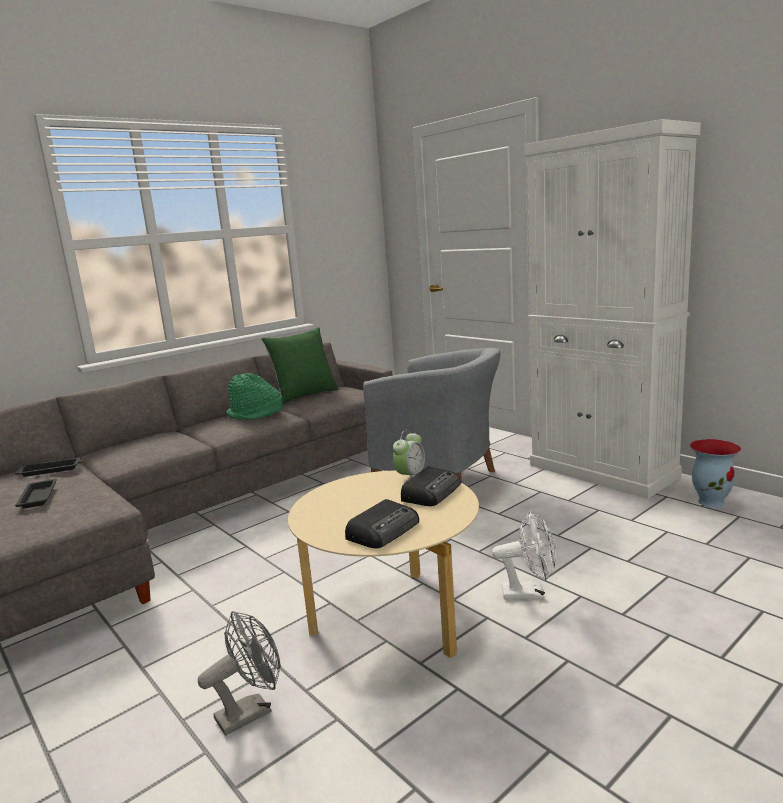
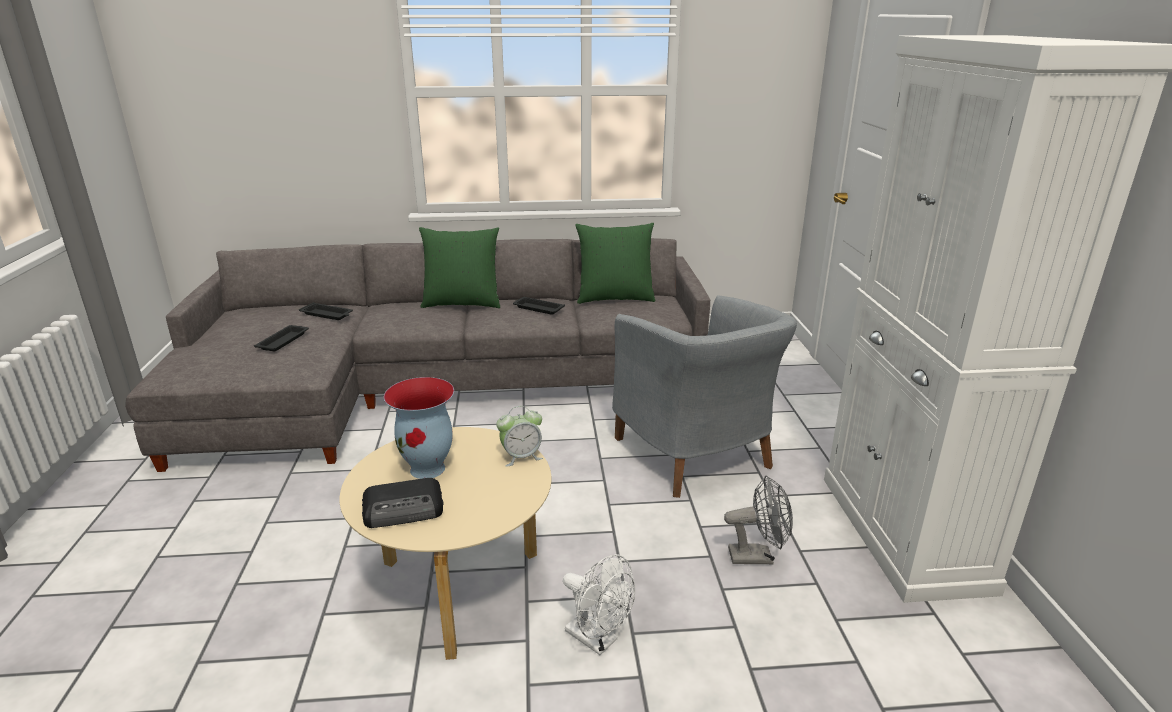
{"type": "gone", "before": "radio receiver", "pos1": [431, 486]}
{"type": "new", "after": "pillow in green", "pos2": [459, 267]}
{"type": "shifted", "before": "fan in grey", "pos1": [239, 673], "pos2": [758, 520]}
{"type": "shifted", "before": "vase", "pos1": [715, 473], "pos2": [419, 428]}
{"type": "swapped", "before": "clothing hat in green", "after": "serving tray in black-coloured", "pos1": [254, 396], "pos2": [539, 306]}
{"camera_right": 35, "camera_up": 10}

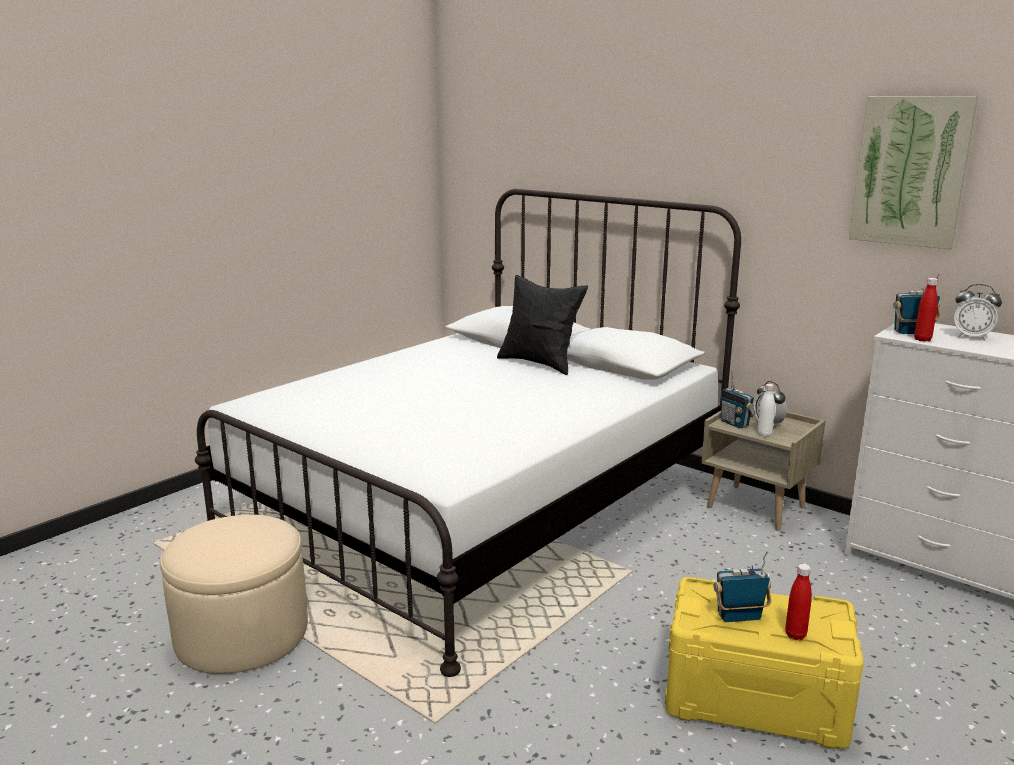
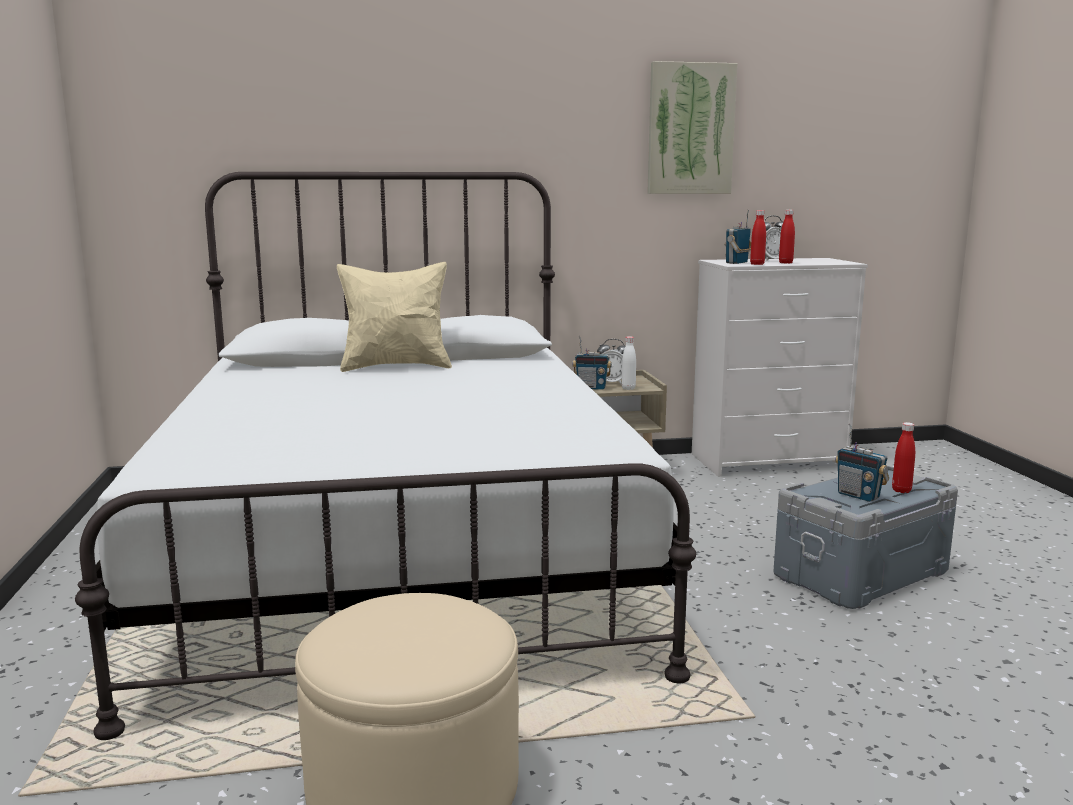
{"type": "new", "after": "beverage bottle in red-coloured", "pos2": [787, 236]}
{"type": "repainted", "before": "pillow in black-coloured", "after": "pillow in sand-coloured", "pos1": [542, 325], "pos2": [394, 317]}
{"type": "repainted", "before": "storage container in yellow-coloured", "after": "storage container in grey", "pos1": [764, 663], "pos2": [865, 537]}
{"type": "rotated", "before": "radio receiver", "pos1": [742, 586], "pos2": [862, 462], "turn": -75}
{"camera_right": -50, "camera_up": -5}

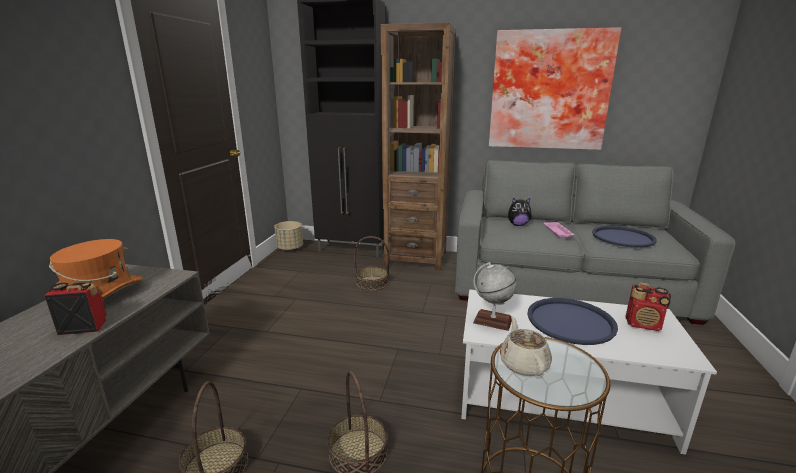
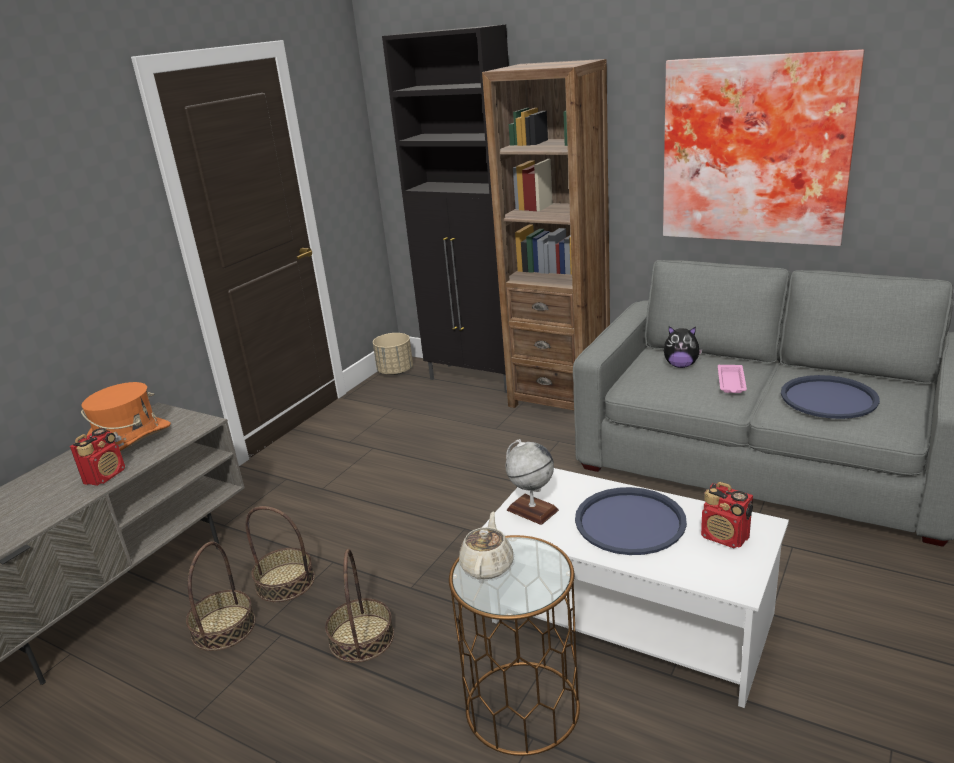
{"type": "shifted", "before": "storage basket", "pos1": [371, 263], "pos2": [280, 554]}
{"type": "rotated", "before": "radio receiver", "pos1": [75, 308], "pos2": [97, 457], "turn": 105}
{"camera_right": 20, "camera_up": 5}

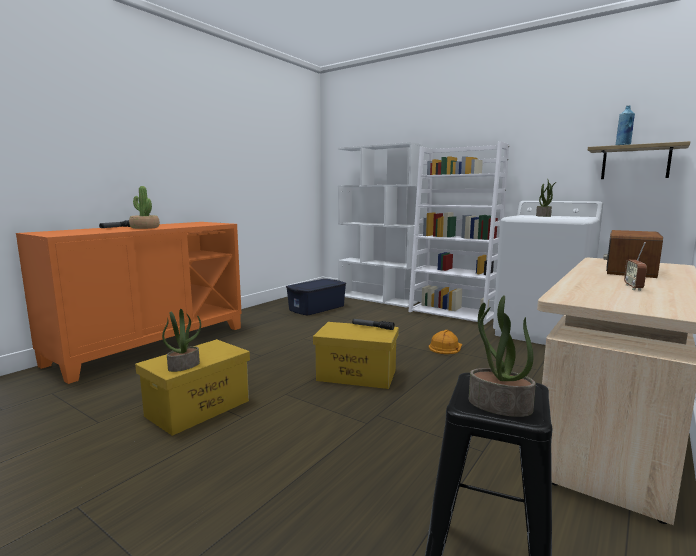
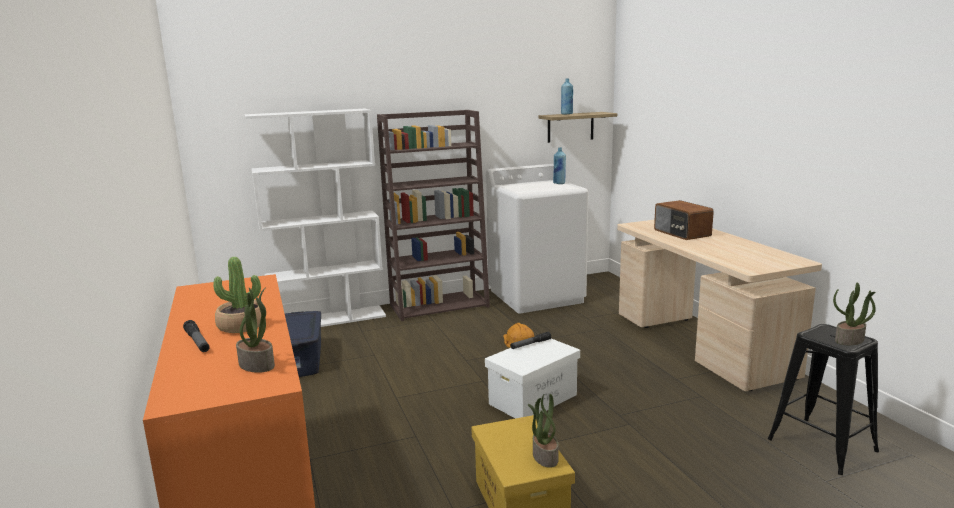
{"type": "gone", "before": "radio receiver", "pos1": [635, 266]}
{"type": "new", "after": "beverage bottle in blue", "pos2": [559, 165]}
{"type": "shifted", "before": "houseplant", "pos1": [546, 198], "pos2": [255, 330]}
{"type": "repainted", "before": "storage container in yellow-coloured", "after": "storage container in white-coloured", "pos1": [356, 355], "pos2": [532, 378]}
{"type": "repainted", "before": "bookcase in white-coloured", "after": "bookcase in brown", "pos1": [458, 233], "pos2": [433, 215]}
{"camera_right": -55, "camera_up": 5}

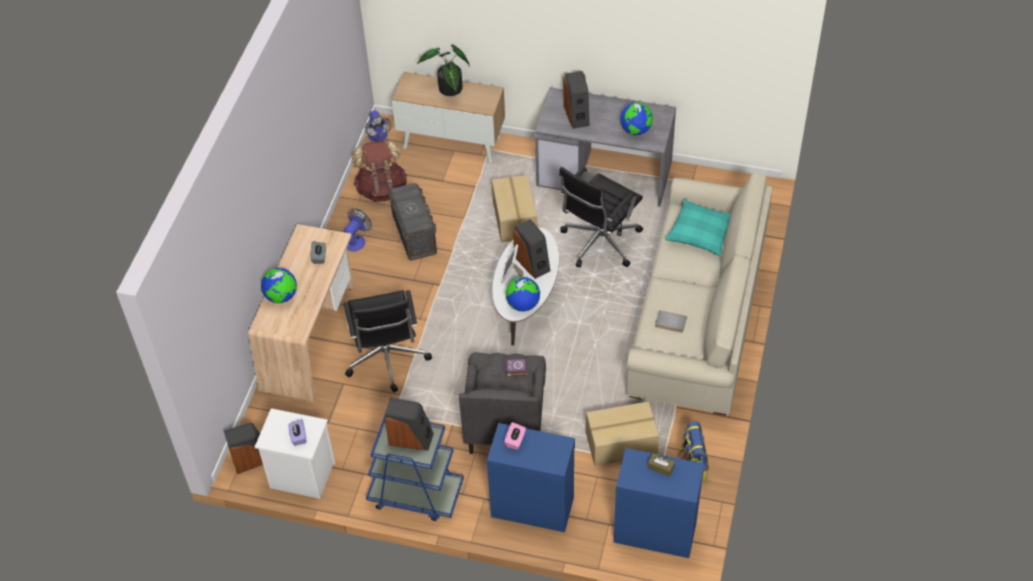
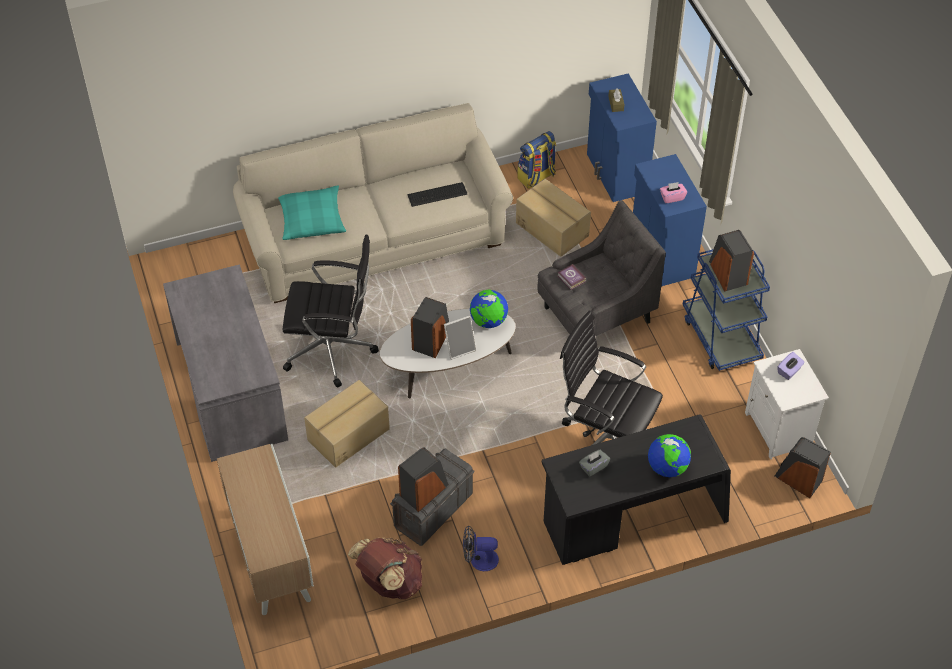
{"type": "gone", "before": "fan", "pos1": [378, 126]}
{"type": "gone", "before": "houseplant", "pos1": [443, 70]}
{"type": "gone", "before": "desk globe", "pos1": [636, 118]}
{"type": "shifted", "before": "loudspeaker", "pos1": [576, 100], "pos2": [423, 479]}
{"type": "swapped", "before": "volume in grey", "after": "PC keyboard", "pos1": [671, 321], "pos2": [437, 194]}
{"type": "repainted", "before": "desk in sand-coloured", "after": "desk in black-coloured", "pos1": [301, 313], "pos2": [636, 490]}
{"type": "rotated", "before": "office chair in black-coloured", "pos1": [387, 341], "pos2": [611, 378], "turn": -105}
{"camera_right": -125, "camera_up": 0}

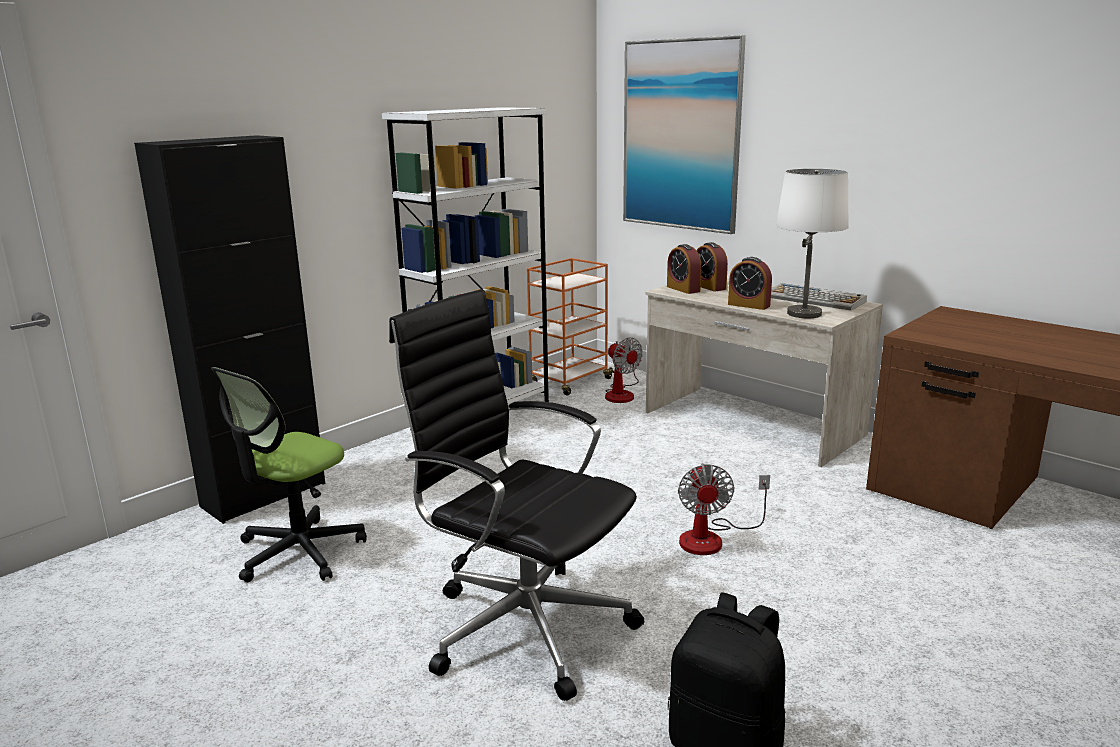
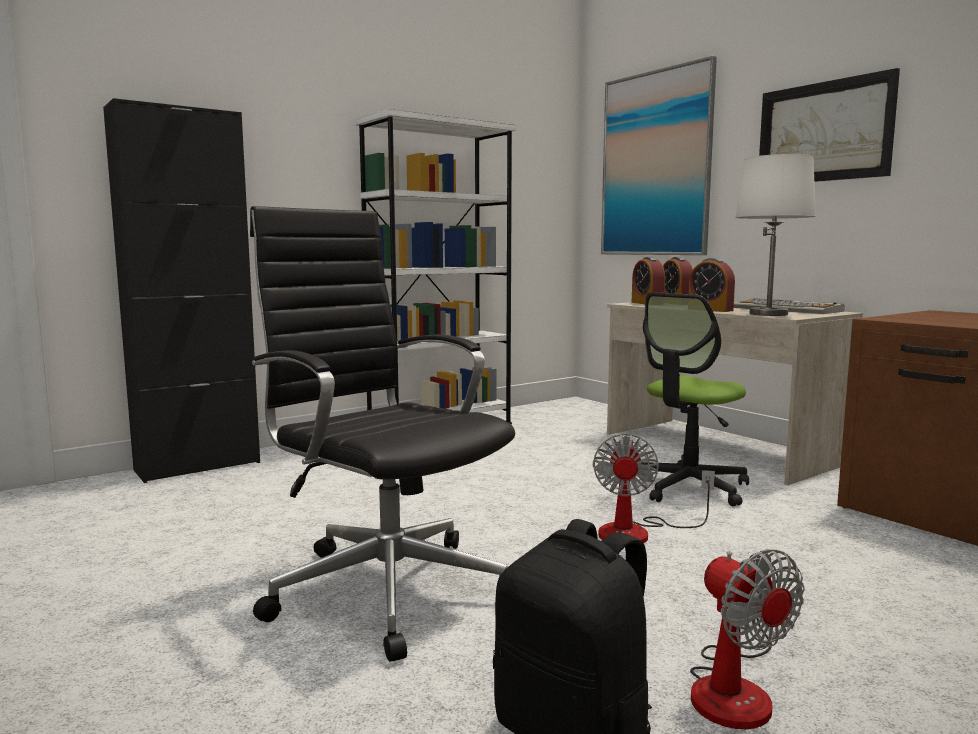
{"type": "gone", "before": "cart in orangey", "pos1": [570, 327]}
{"type": "new", "after": "wall art", "pos2": [829, 125]}
{"type": "shifted", "before": "office chair", "pos1": [289, 474], "pos2": [695, 399]}
{"type": "shifted", "before": "fan", "pos1": [624, 370], "pos2": [747, 639]}
{"camera_right": 10, "camera_up": -10}

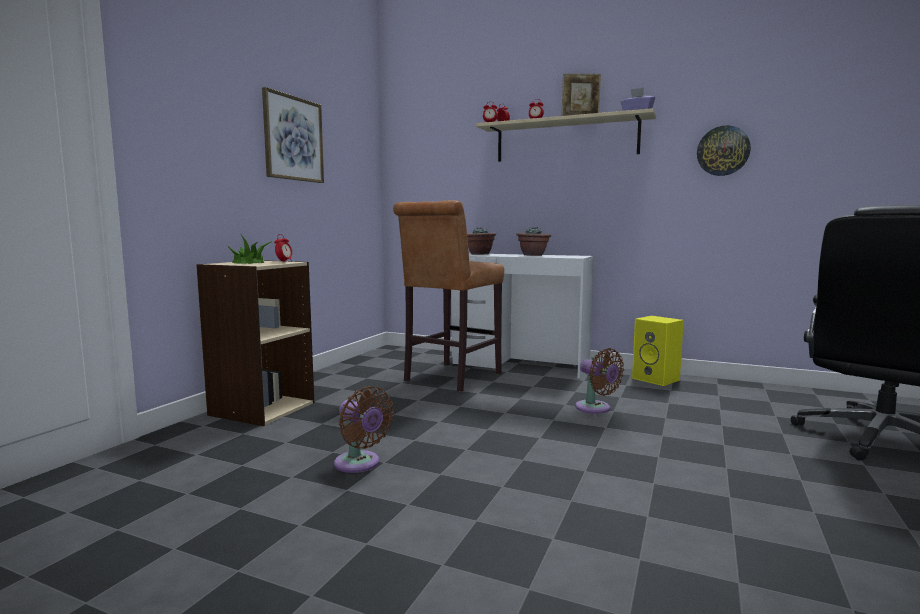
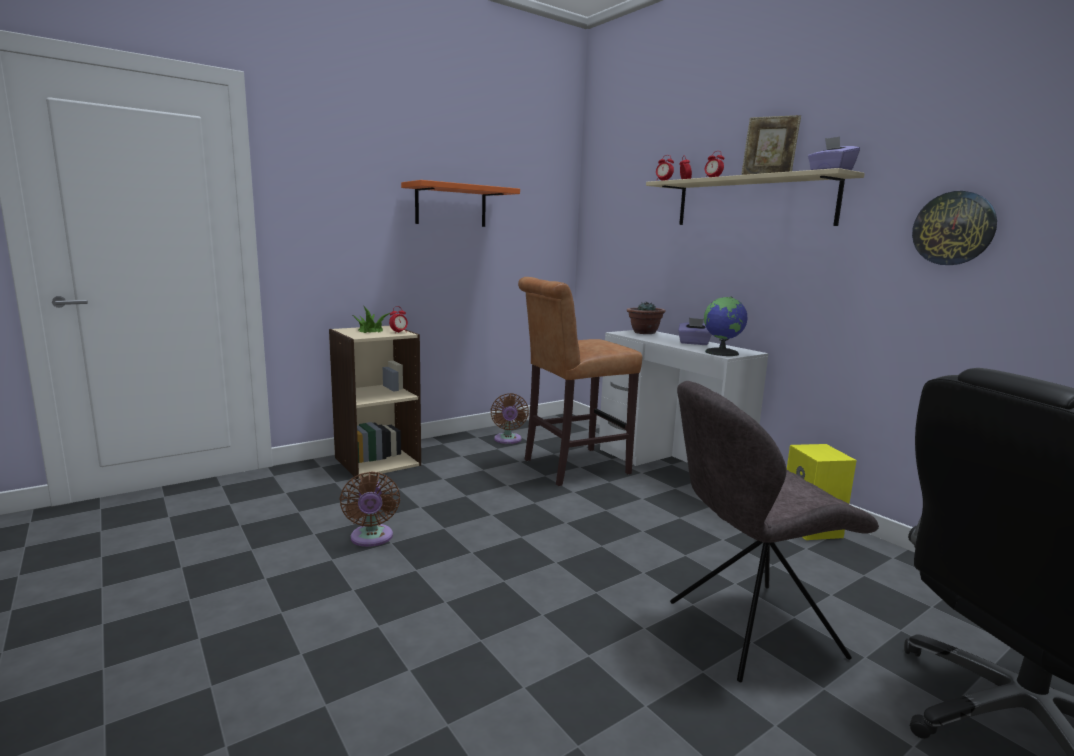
{"type": "new", "after": "chair in grey", "pos2": [774, 531]}
{"type": "new", "after": "desk globe", "pos2": [725, 326]}
{"type": "shifted", "before": "fan in brown", "pos1": [599, 381], "pos2": [509, 418]}
{"type": "swapped", "before": "wall art", "after": "wall shelf in orangey", "pos1": [293, 135], "pos2": [460, 203]}
{"type": "swapped", "before": "houseplant", "after": "box of tissues in purplish", "pos1": [533, 241], "pos2": [695, 331]}
{"camera_right": 30, "camera_up": 5}

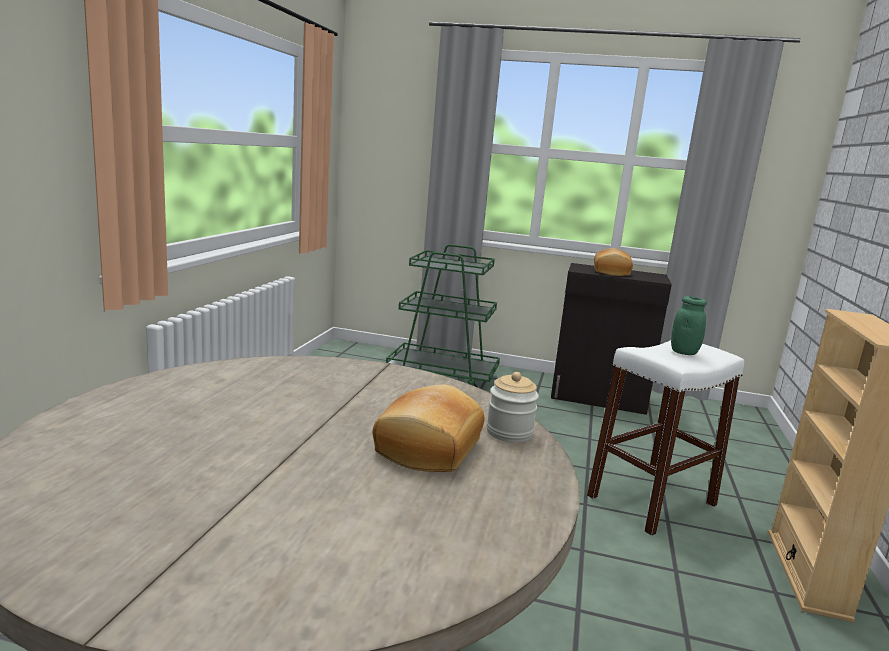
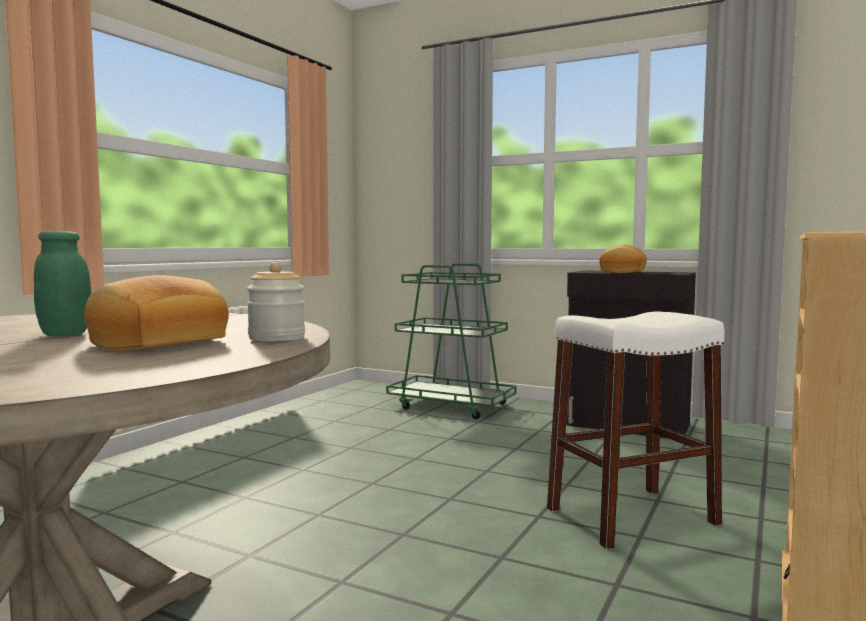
{"type": "shifted", "before": "preserve jar in green", "pos1": [689, 325], "pos2": [62, 283]}
{"camera_right": 15, "camera_up": -10}

